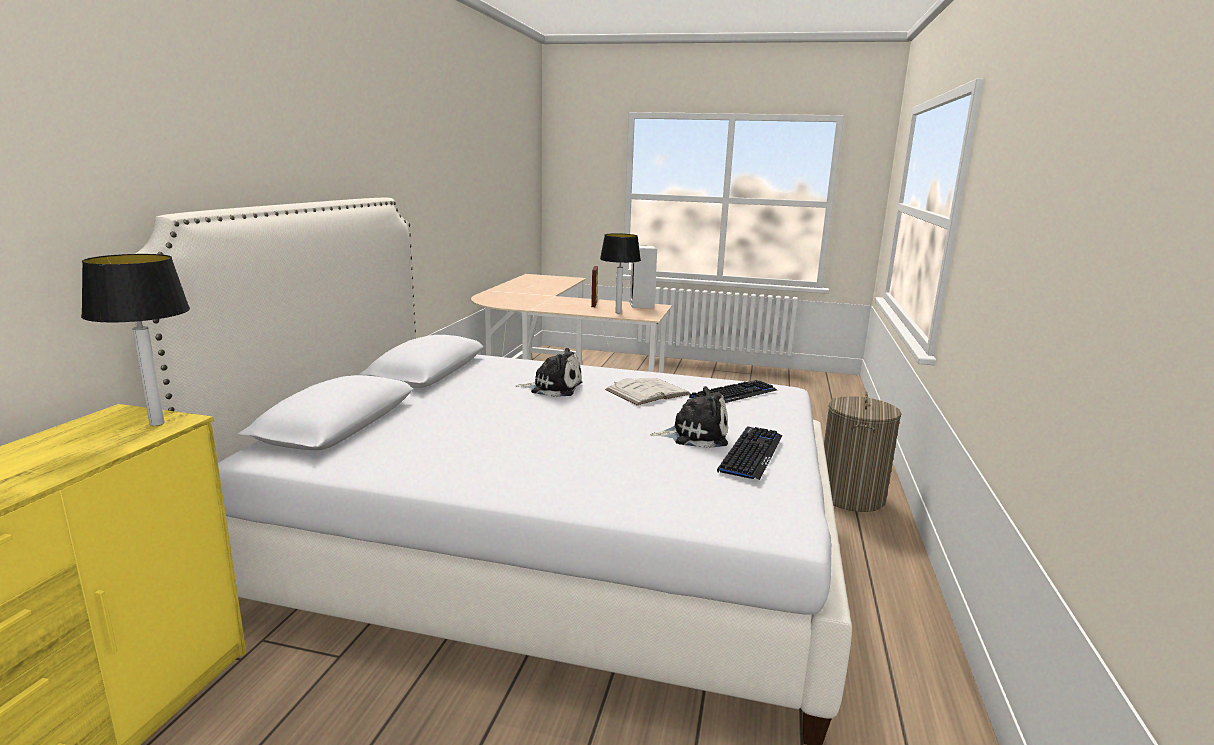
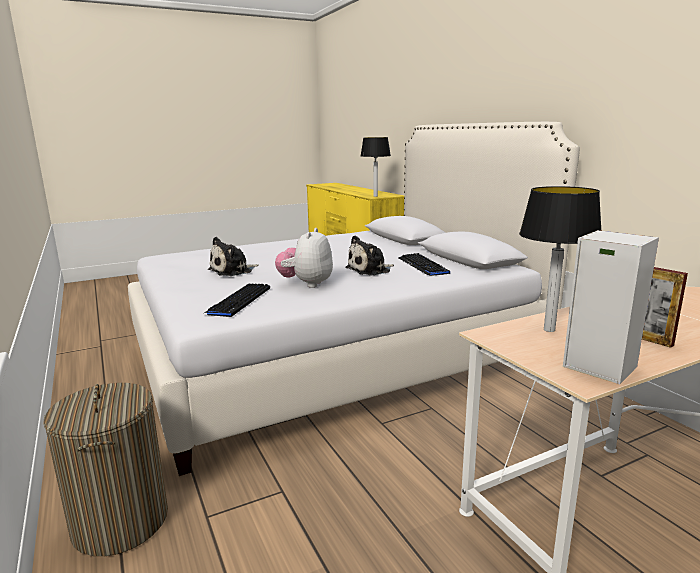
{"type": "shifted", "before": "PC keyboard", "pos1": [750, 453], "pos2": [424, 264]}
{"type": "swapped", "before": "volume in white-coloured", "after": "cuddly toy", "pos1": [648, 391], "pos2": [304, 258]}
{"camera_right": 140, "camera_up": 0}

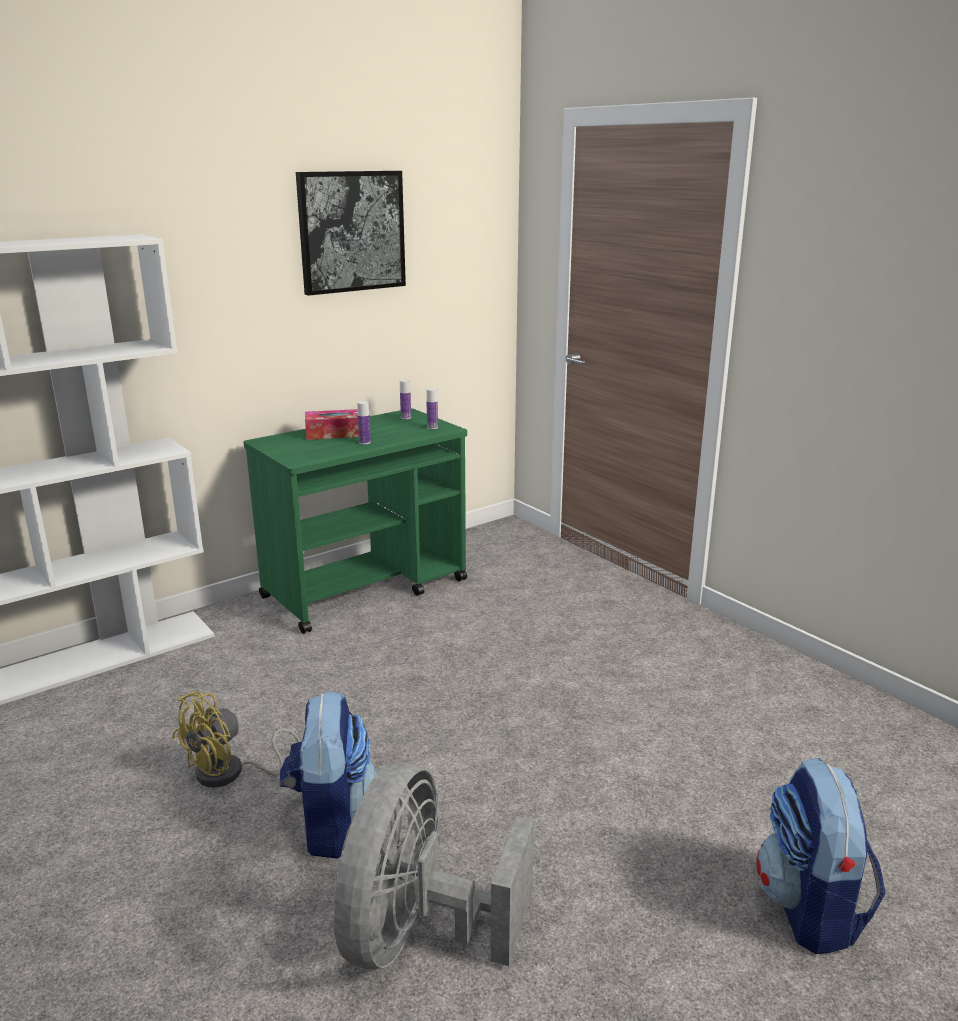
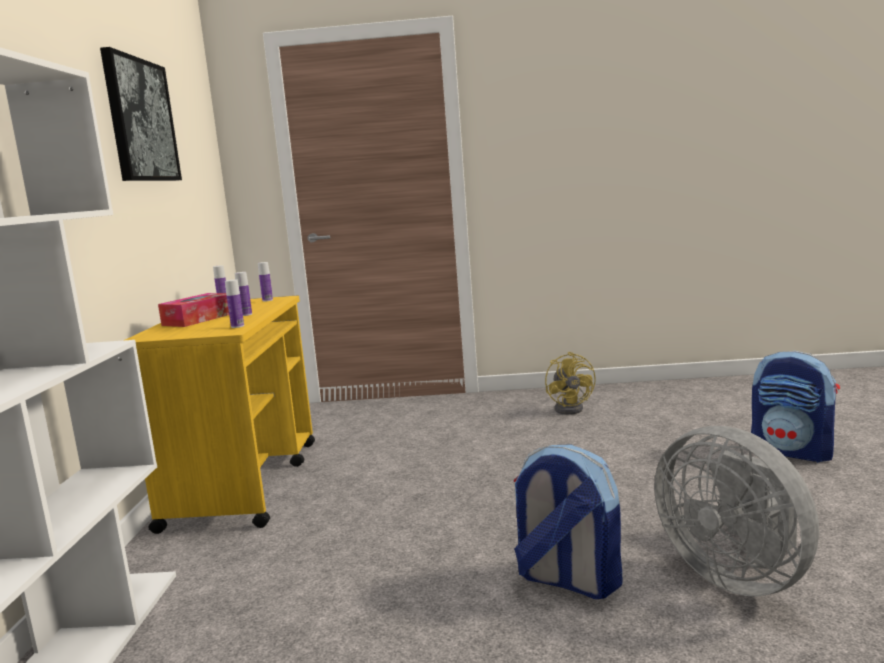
{"type": "new", "after": "beverage bottle", "pos2": [234, 303]}
{"type": "shifted", "before": "fan in yellow-coloured", "pos1": [236, 739], "pos2": [570, 383]}
{"type": "repainted", "before": "cart in green", "after": "cart in yellow-coloured", "pos1": [355, 521], "pos2": [220, 415]}
{"camera_right": -50, "camera_up": -10}

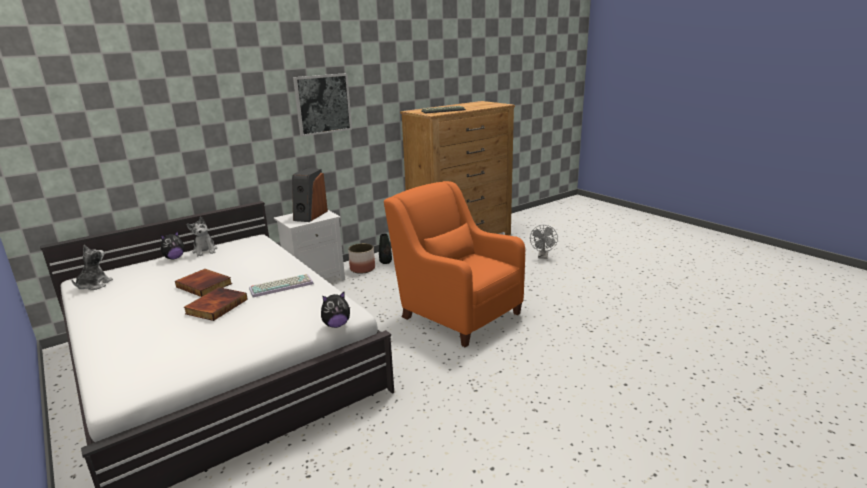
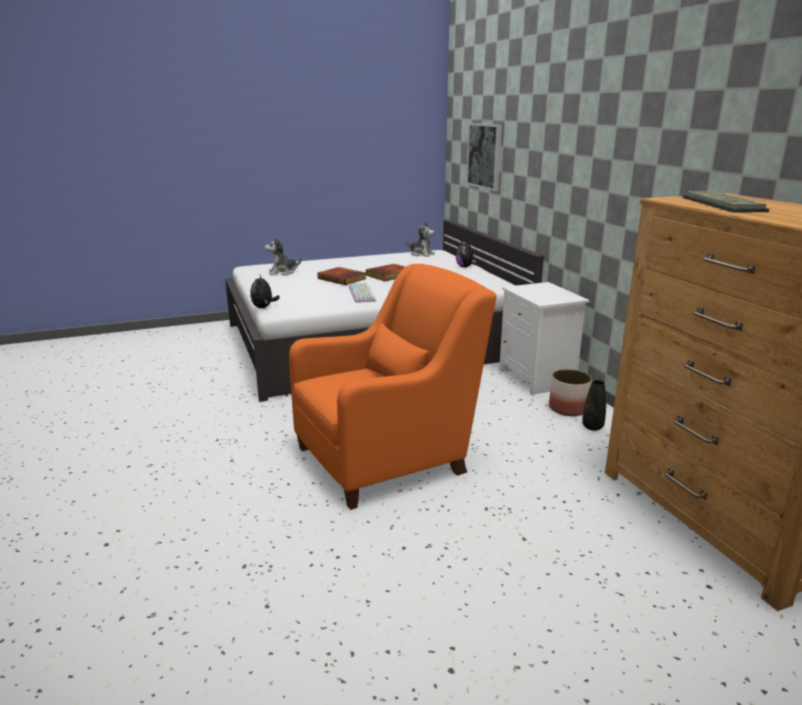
{"type": "gone", "before": "loudspeaker", "pos1": [310, 195]}
{"type": "gone", "before": "fan in grey", "pos1": [544, 242]}
{"type": "shifted", "before": "cuddly toy", "pos1": [201, 236], "pos2": [283, 255]}
{"type": "shifted", "before": "wall art", "pos1": [322, 105], "pos2": [484, 157]}
{"camera_right": 105, "camera_up": 0}

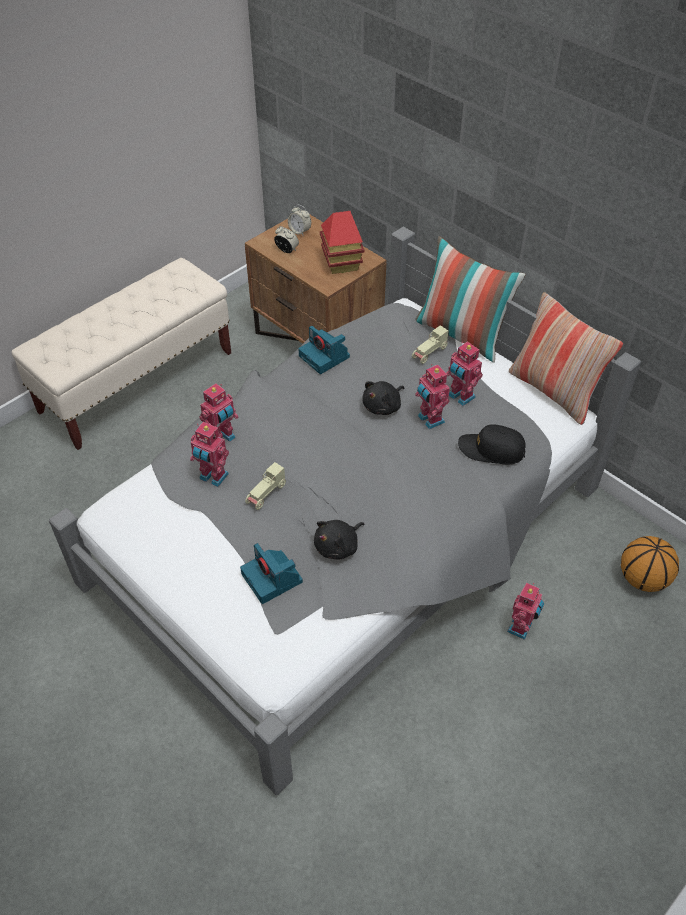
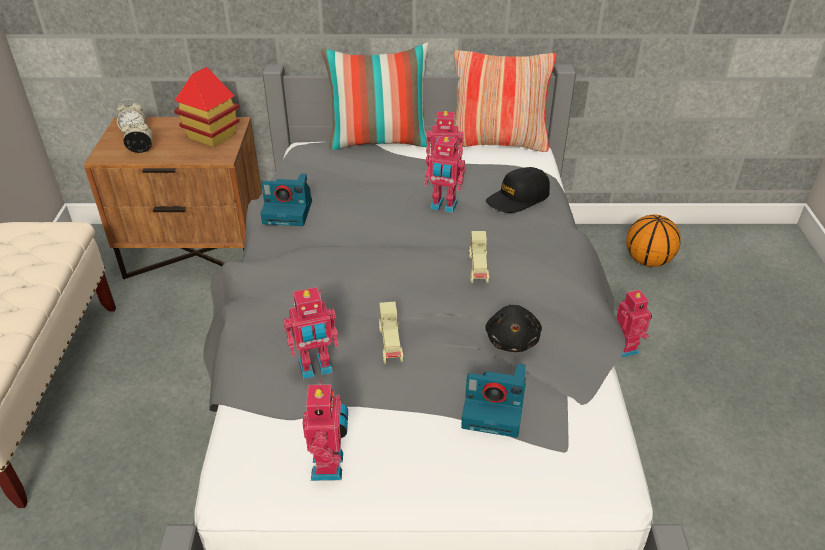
{"type": "gone", "before": "cuddly toy in black-coloured", "pos1": [383, 398]}
{"type": "shifted", "before": "robot figure", "pos1": [219, 414], "pos2": [325, 430]}
{"type": "shifted", "before": "toy car in sand-coloured", "pos1": [430, 344], "pos2": [479, 257]}
{"camera_right": -45, "camera_up": -10}

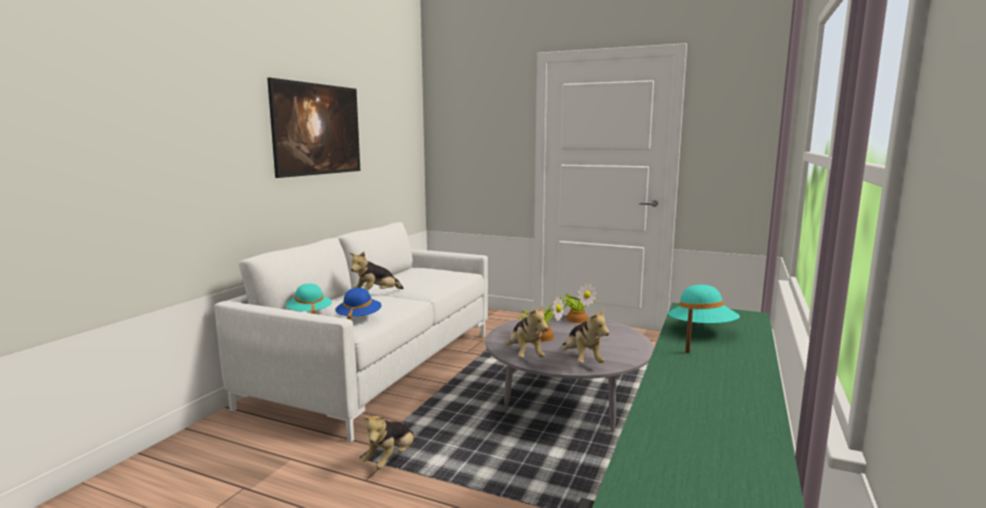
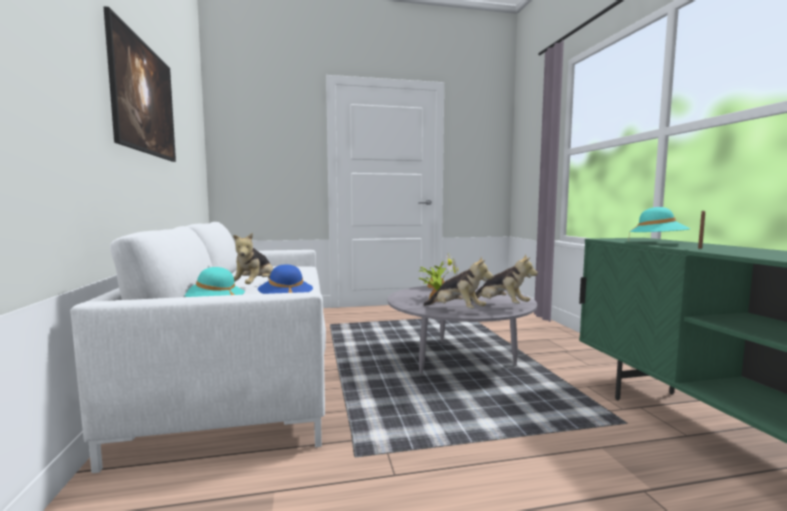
{"type": "gone", "before": "cuddly toy", "pos1": [388, 441]}
{"camera_right": -35, "camera_up": -5}

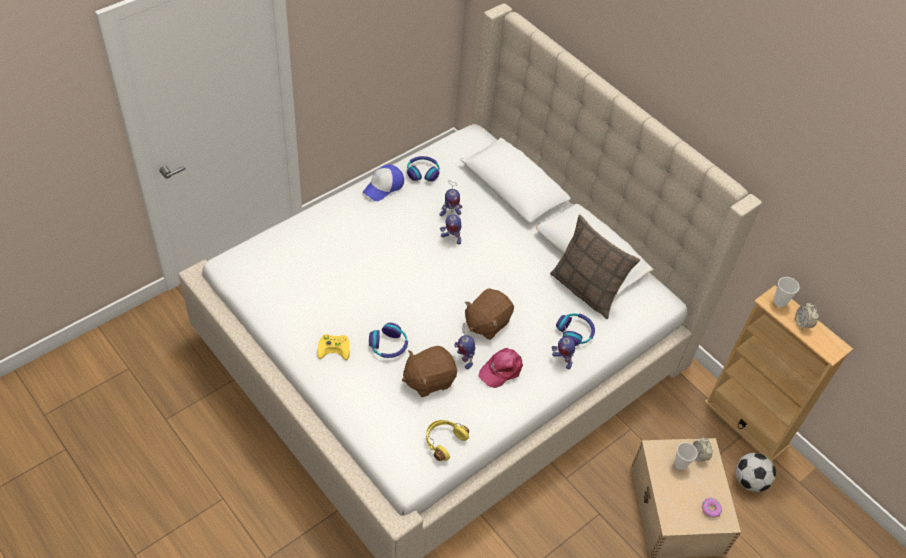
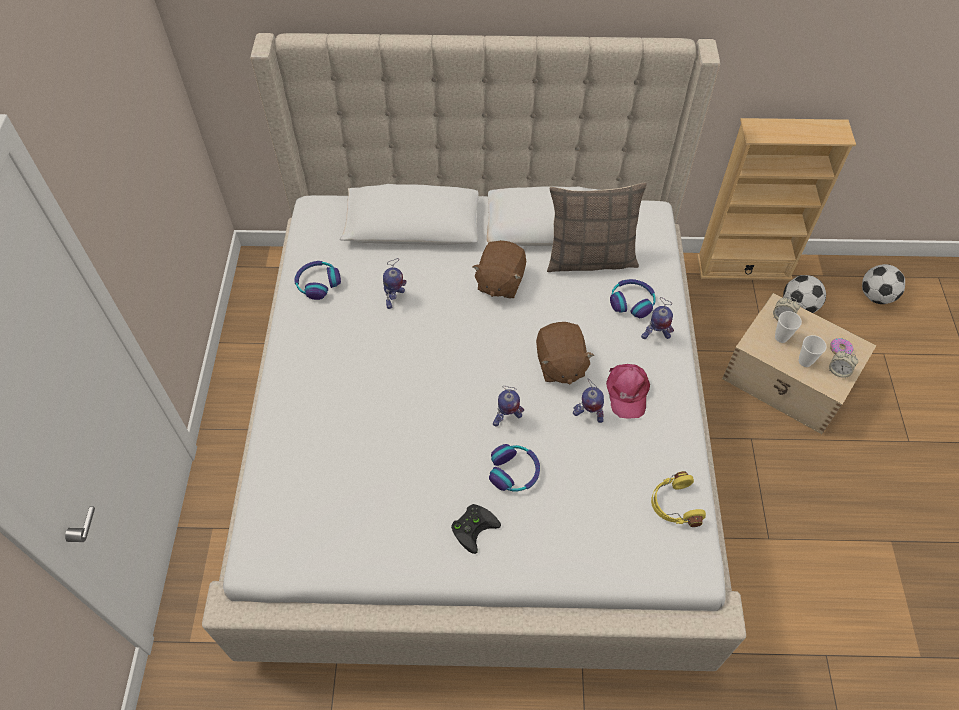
{"type": "gone", "before": "cap", "pos1": [383, 182]}
{"type": "new", "after": "ball for football", "pos2": [883, 284]}
{"type": "shifted", "before": "cuddly toy in brown", "pos1": [429, 371], "pos2": [499, 269]}
{"type": "shifted", "before": "robot figure", "pos1": [451, 224], "pos2": [508, 406]}
{"type": "shifted", "before": "drinking cup", "pos1": [787, 292], "pos2": [813, 351]}
{"type": "shifted", "before": "bedside clock", "pos1": [807, 316], "pos2": [843, 364]}
{"type": "repainted", "before": "gamepad in yellow-coloured", "after": "gamepad in black-coloured", "pos1": [333, 347], "pos2": [476, 529]}
{"camera_right": -45, "camera_up": 5}

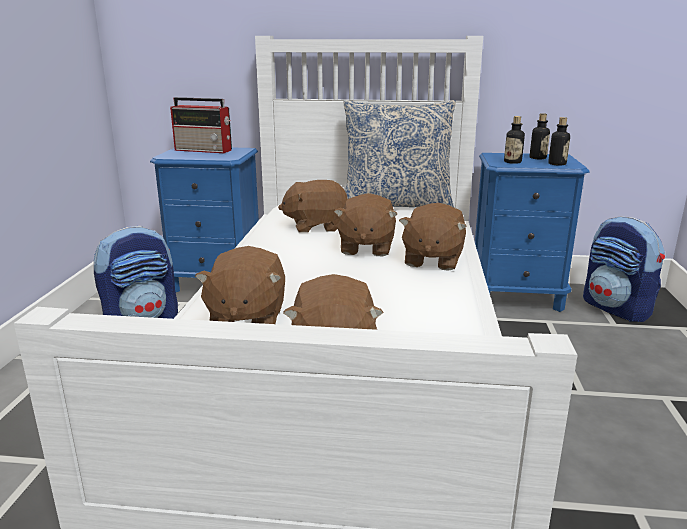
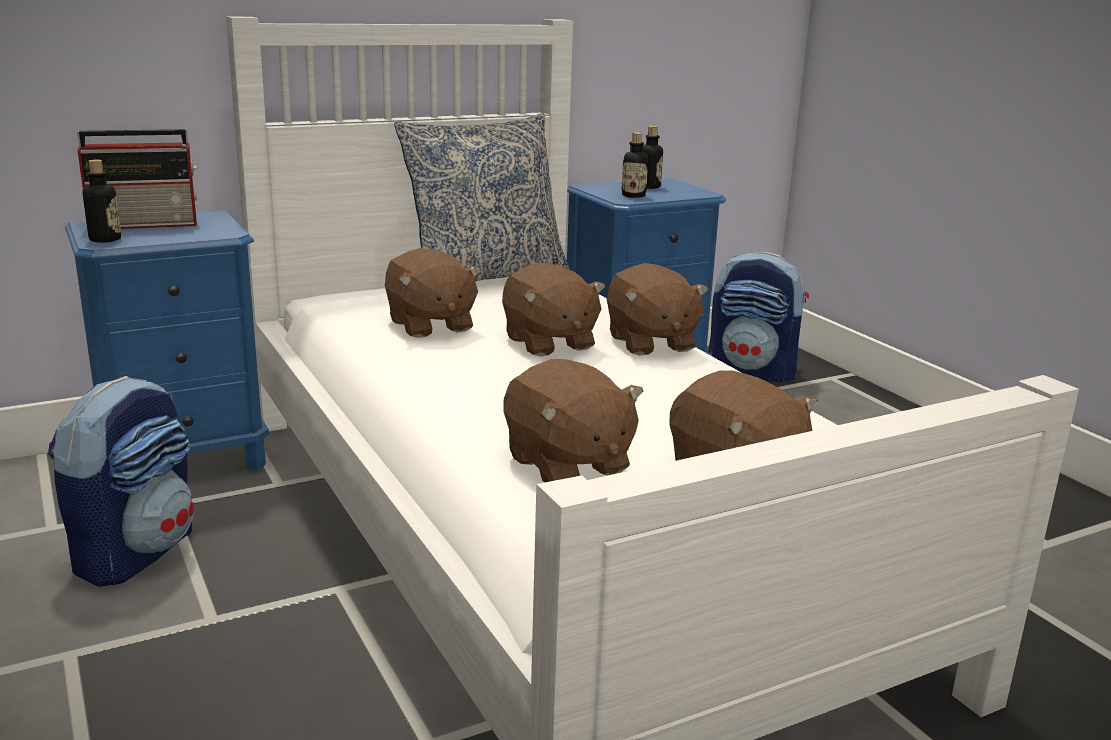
{"type": "shifted", "before": "beverage bottle", "pos1": [559, 141], "pos2": [102, 201]}
{"type": "rotated", "before": "cuddly toy in brown", "pos1": [313, 206], "pos2": [433, 293], "turn": -75}
{"camera_right": -35, "camera_up": 0}

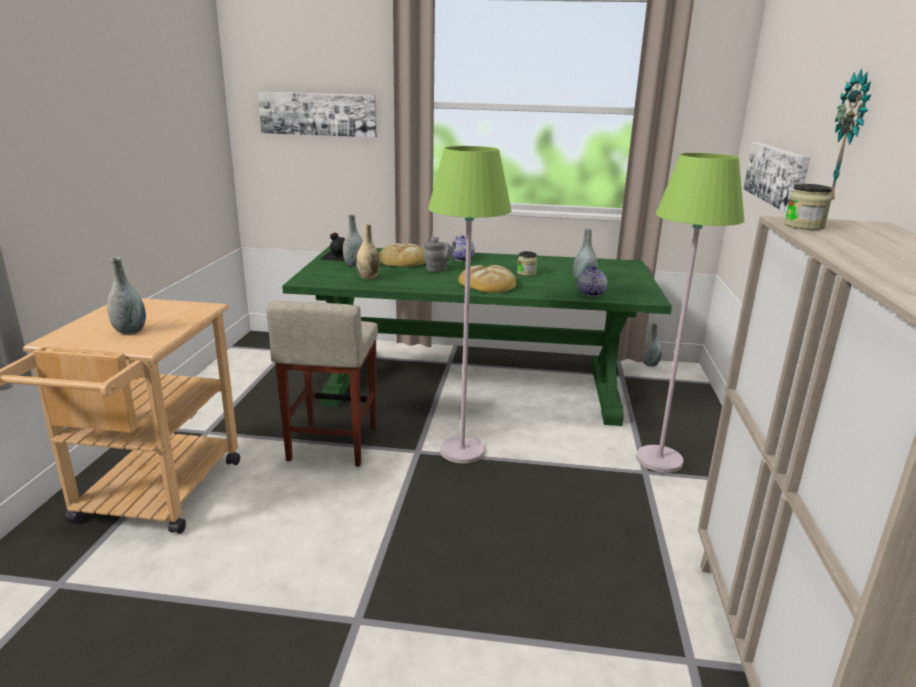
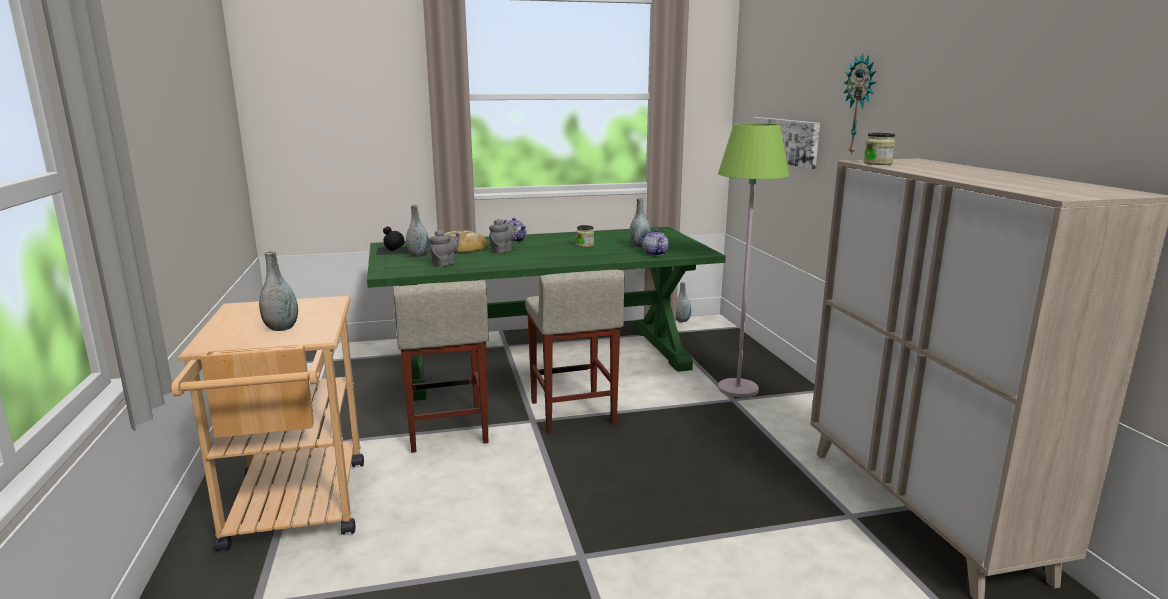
{"type": "gone", "before": "wall art", "pos1": [317, 114]}
{"type": "gone", "before": "bread", "pos1": [487, 279]}
{"type": "swapped", "before": "vase in sand-coloured", "after": "tea pot in grey", "pos1": [368, 251], "pos2": [444, 248]}
{"type": "swapped", "before": "floor lamp in green", "after": "sitting stool in sand-coloured", "pos1": [470, 304], "pos2": [575, 351]}
{"camera_right": -20, "camera_up": -5}

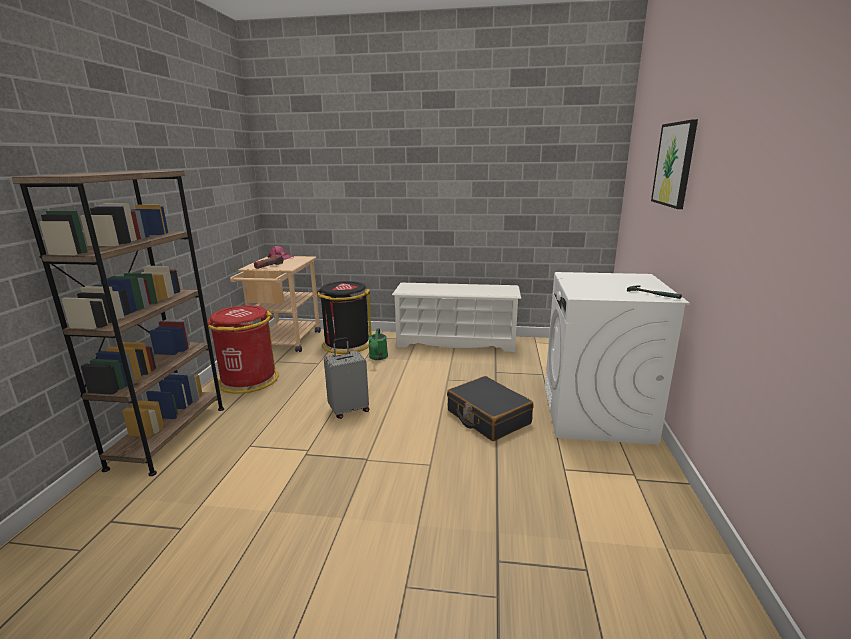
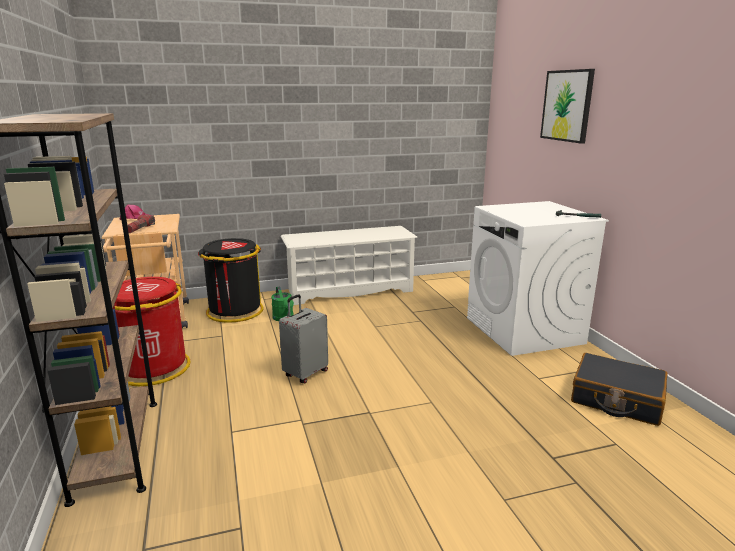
{"type": "shifted", "before": "suitcase in black-coloured", "pos1": [490, 408], "pos2": [619, 389]}
{"camera_right": -25, "camera_up": 0}

